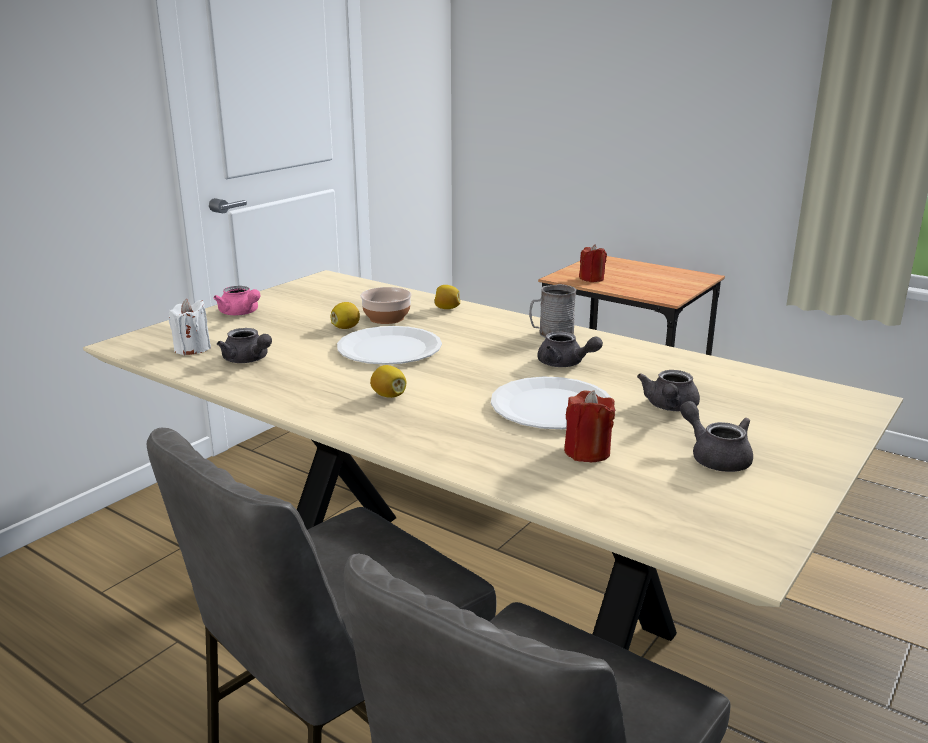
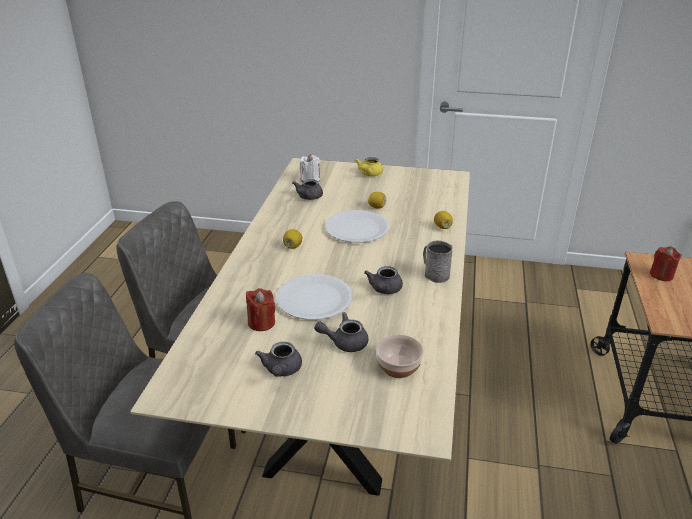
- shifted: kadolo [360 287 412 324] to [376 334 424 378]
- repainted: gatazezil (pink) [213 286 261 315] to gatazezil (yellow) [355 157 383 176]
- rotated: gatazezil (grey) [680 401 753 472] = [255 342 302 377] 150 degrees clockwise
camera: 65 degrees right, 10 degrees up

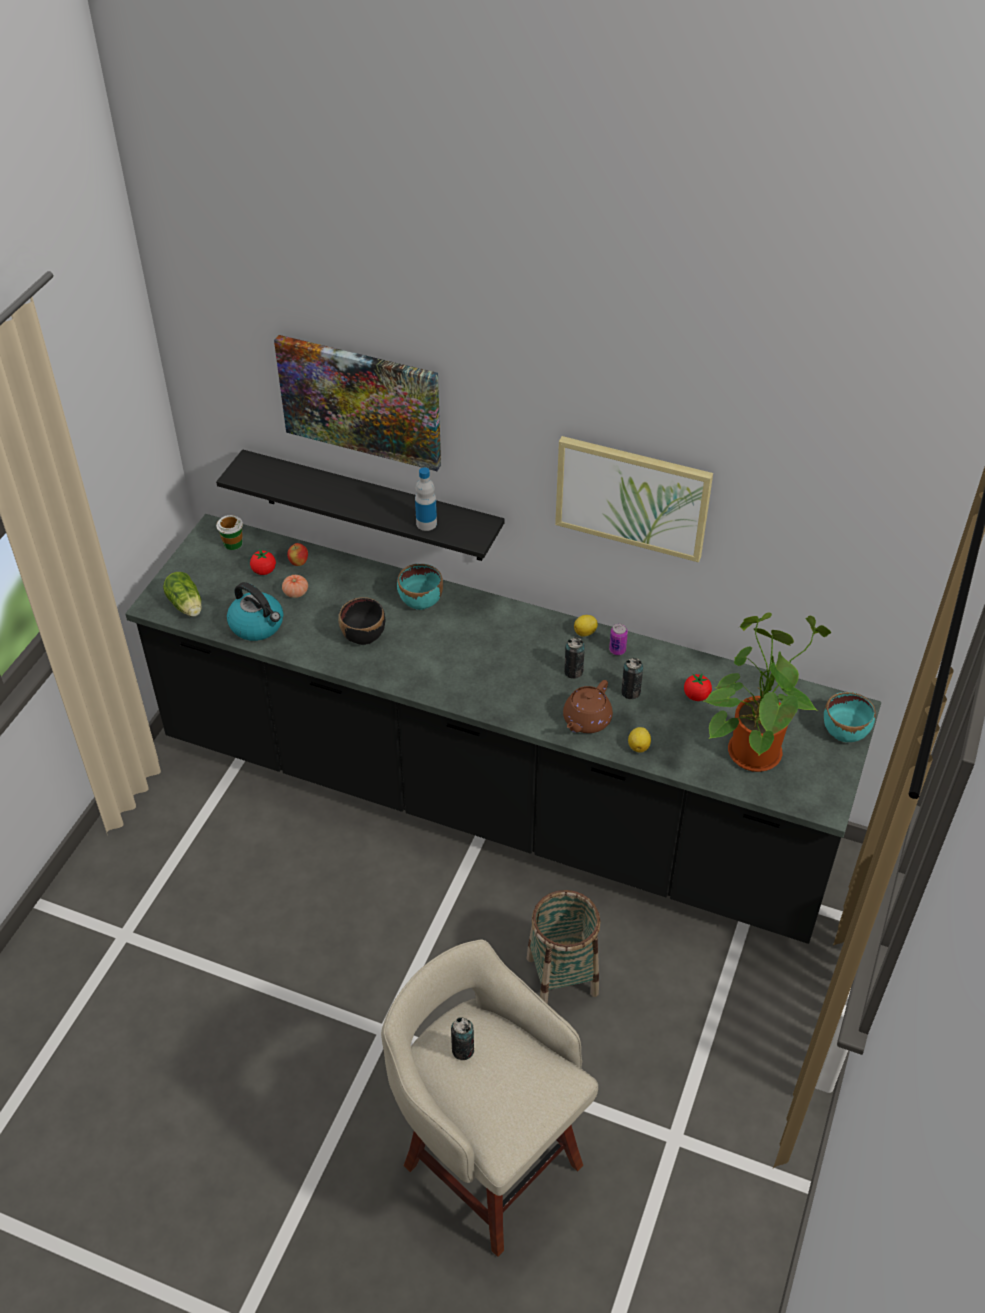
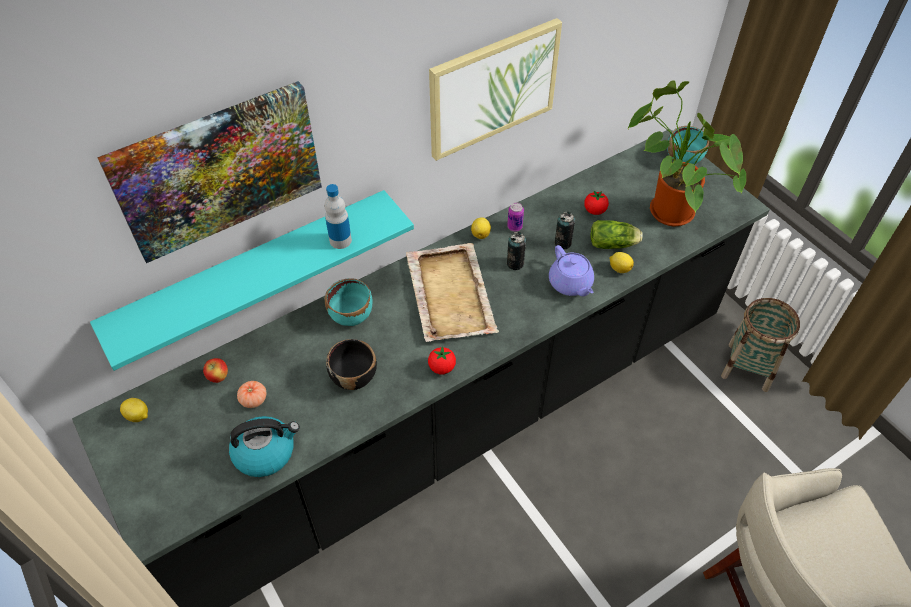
- gone: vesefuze [451 1017 474 1060]
- new: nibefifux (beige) [406 243 499 342]
- shifted: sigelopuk [163 572 201 617] to [591 220 643 249]
- shifted: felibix [250 549 276 575] to [428 346 456 374]
- shifted: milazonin [527 890 601 1004] to [721 298 800 392]
- swapped: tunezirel [216 515 243 550] to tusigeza [120 398 148 422]
- repainted: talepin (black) [216 449 505 561] to talepin (turquoise) [90 190 414 371]
- repainted: gatazezil (brown) [563 680 613 733] to gatazezil (purple) [549 245 594 296]
camera: 55 degrees left, 5 degrees up

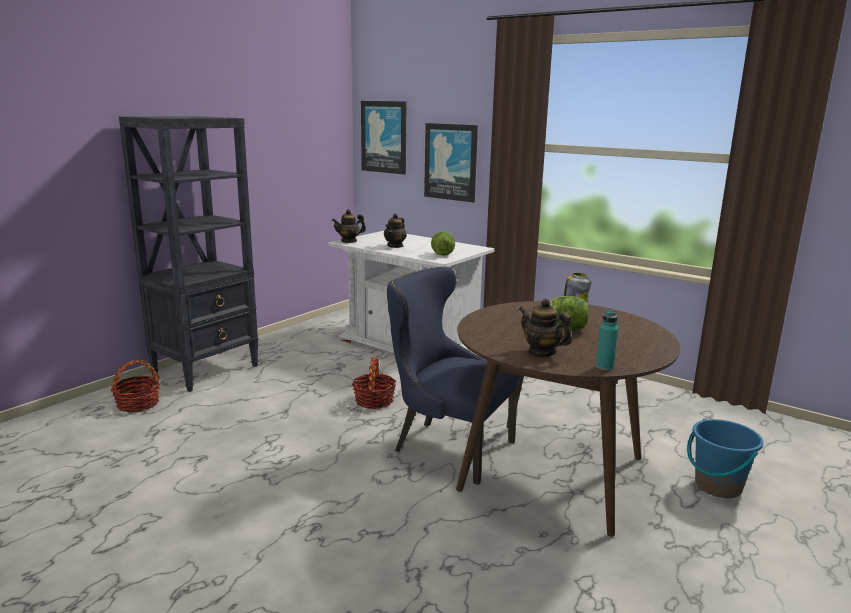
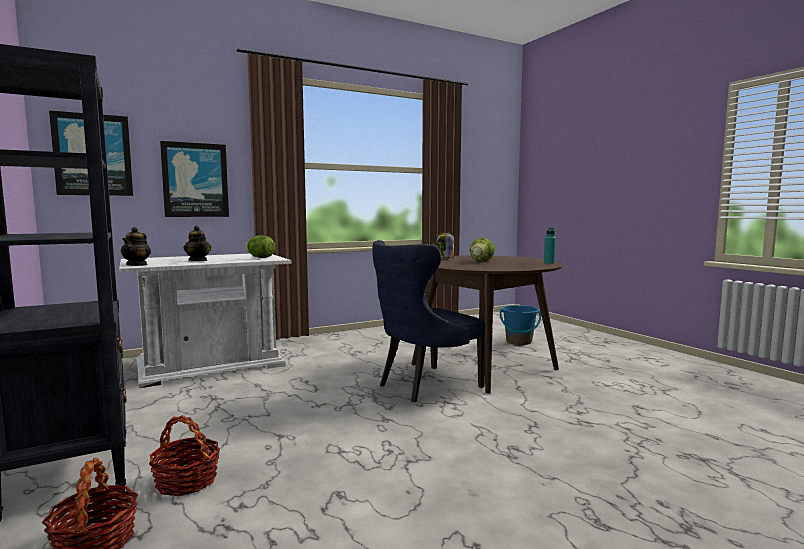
- gone: gatazezil [519 299 572 357]
- shifted: milazonin [352 357 396 409] to [149 415 220 496]
camera: 65 degrees left, 10 degrees down

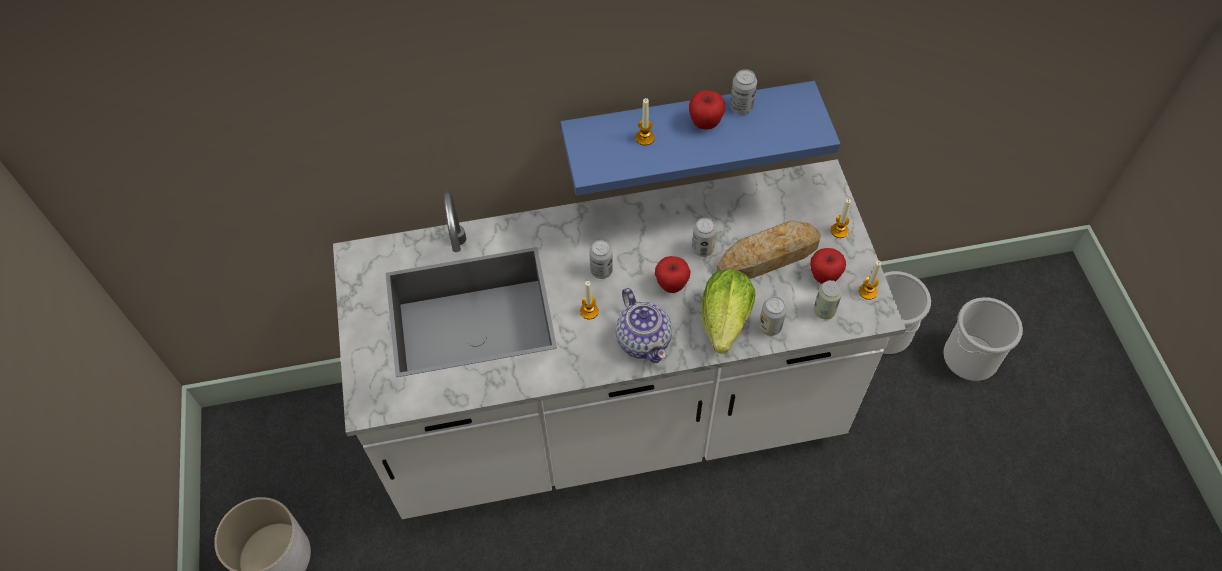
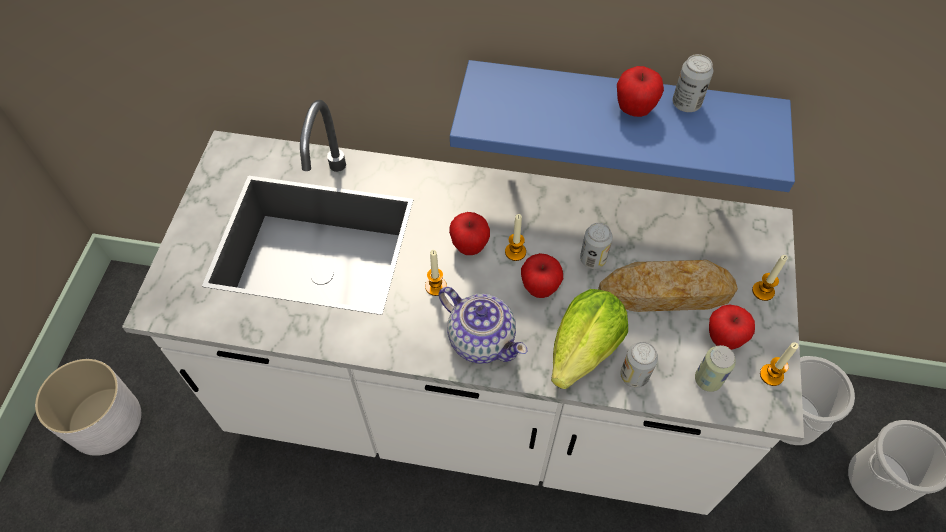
- shifted: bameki [635 98 655 146] to [505 214 526 261]
- swapped: vesefuze [589 240 613 279] to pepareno [449 212 490 255]
- rotated: gatazezil [615 288 672 363] = [438 287 527 364] 45 degrees counterclockwise
camera: 20 degrees right, 0 degrees up

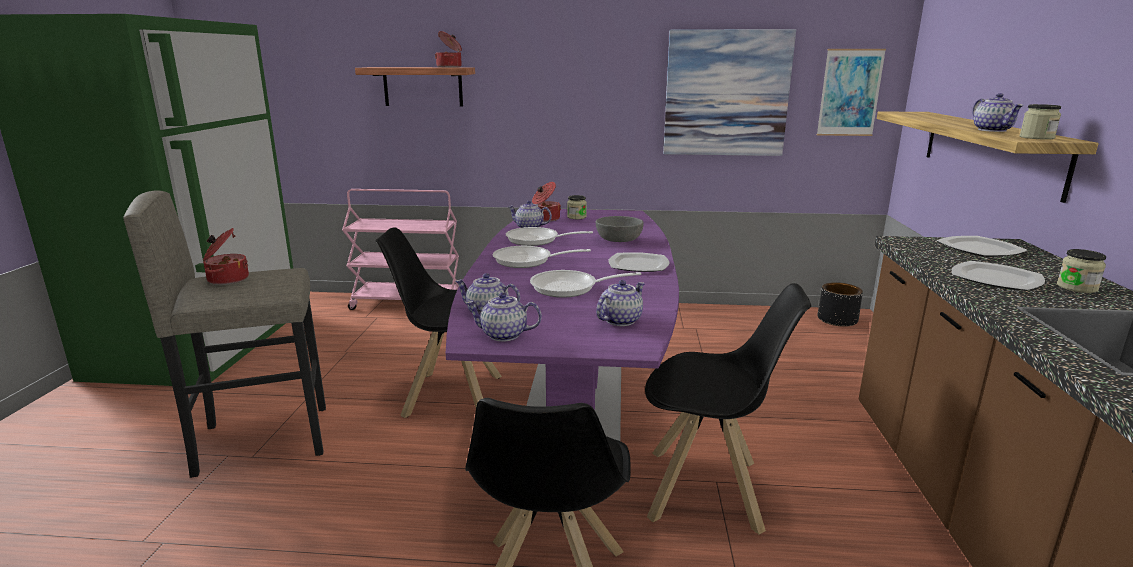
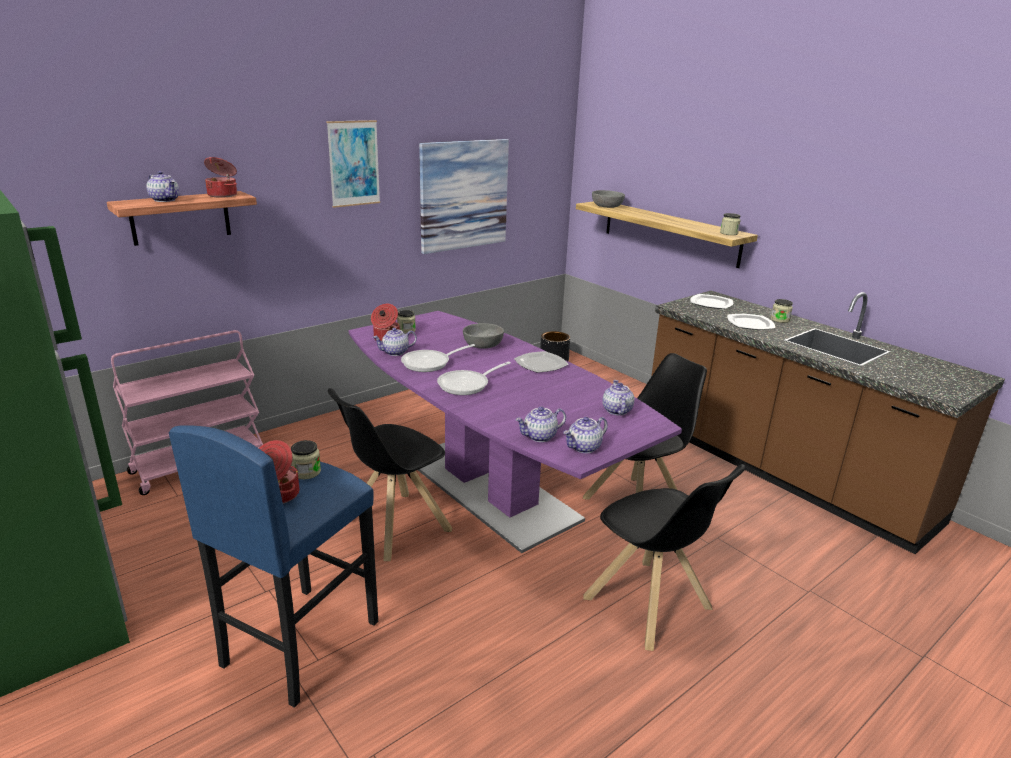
- gone: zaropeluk [530 270 641 298]
- new: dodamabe [291 440 321 479]
- new: kadolo (grey) [592 190 625 208]
- shifted: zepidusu [817 49 886 136] to [326 120 380 208]
- shifted: gatazezil [972 93 1024 132] to [146 171 179 202]
- repainted: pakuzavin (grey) [123 190 326 478] to pakuzavin (blue) [169 425 378 708]
camera: 45 degrees left, 5 degrees up

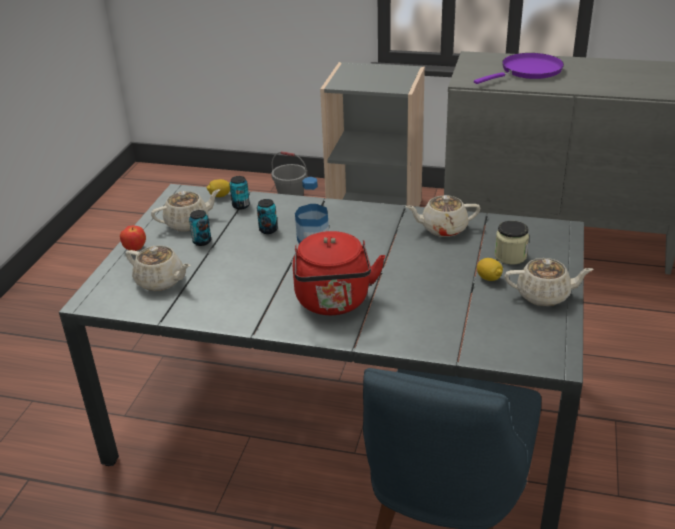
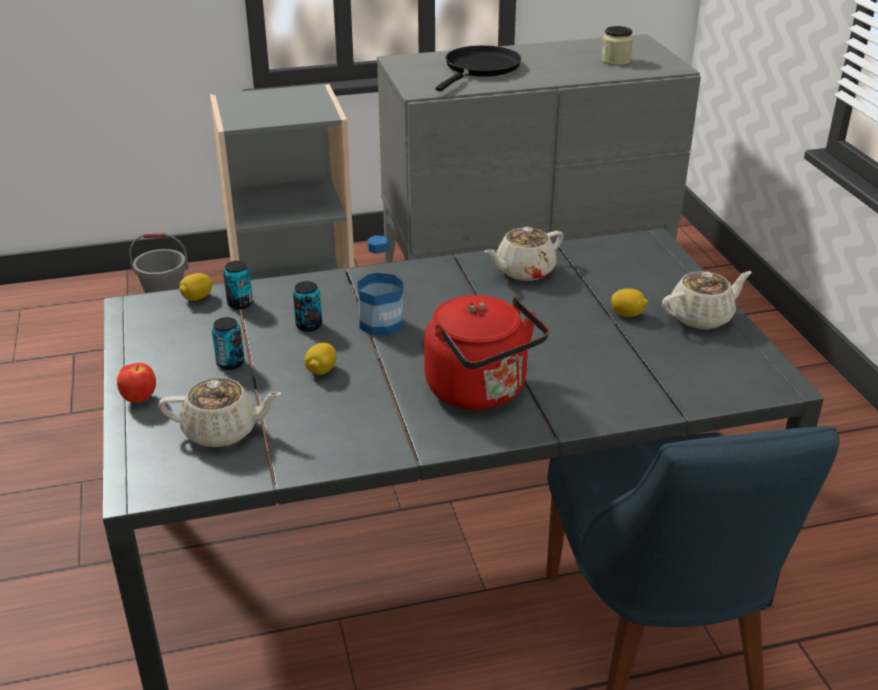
- gone: gatazezil (beige) [151 189 220 231]
- new: tusigeza [304 343 337 375]
- shifted: dodamabe [495 221 529 265] to [601 26 633 65]
- repainted: zaropeluk (purple) [474 53 564 84] to zaropeluk (black) [435 45 521 91]
camera: 30 degrees left, 0 degrees up

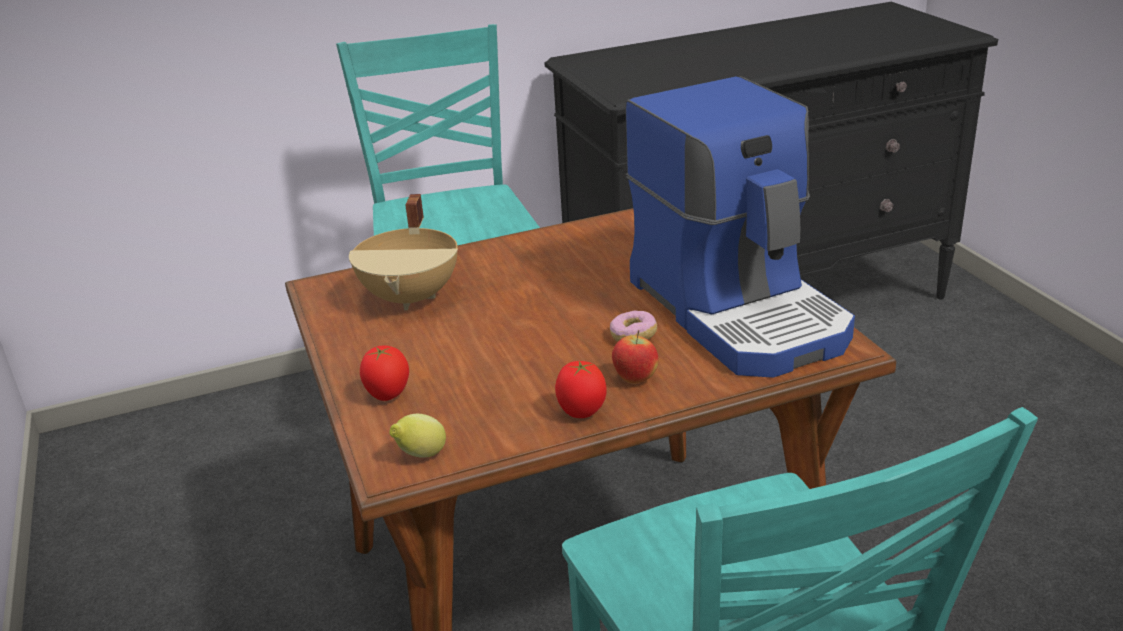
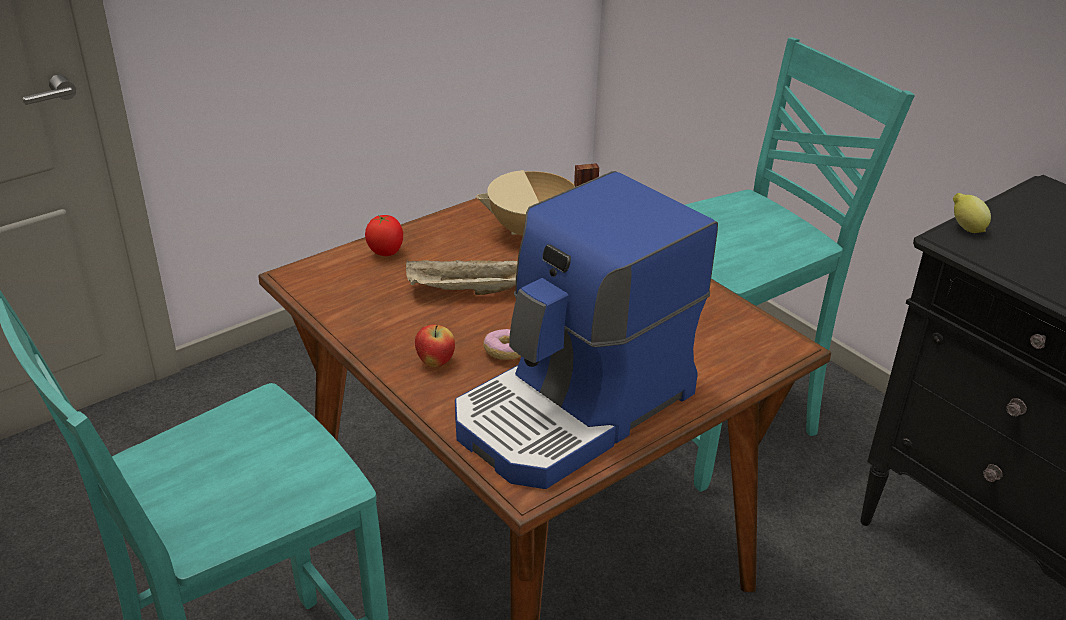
- gone: felibix [555 361 606 418]
- new: nibefifux (beige) [406 260 518 295]
- shifted: tusigeza [389 414 446 458] to [953 193 991 233]
camera: 70 degrees right, 5 degrees up

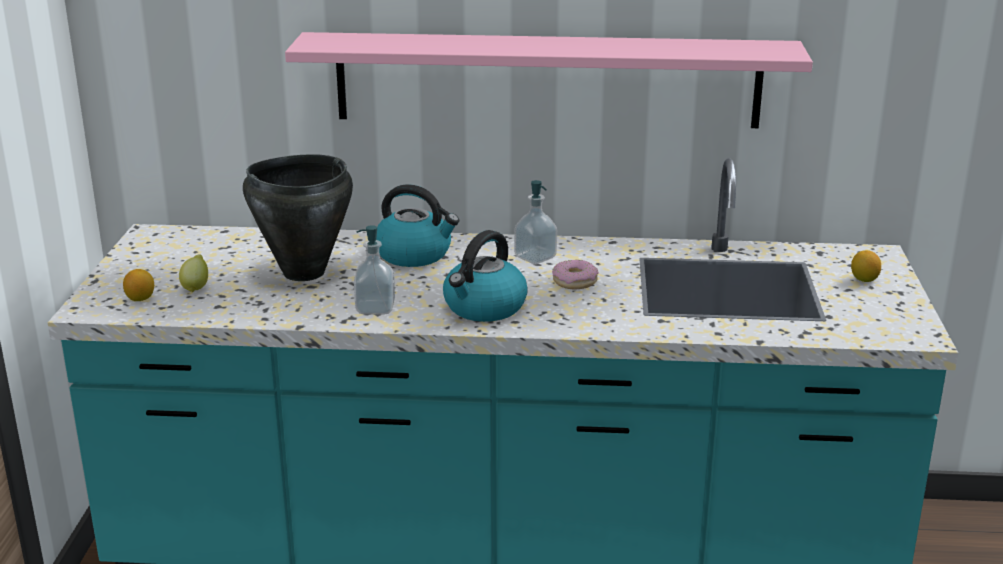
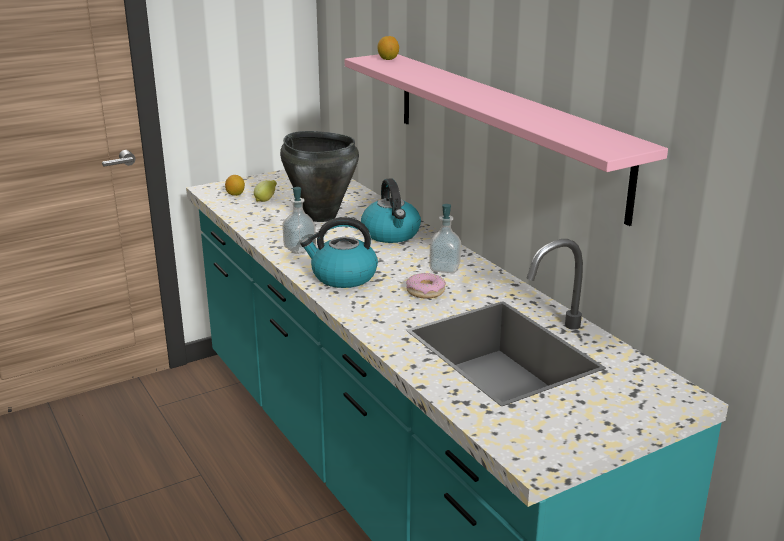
- shifted: tusigeza [851 250 881 282] to [377 36 399 60]
camera: 55 degrees right, 0 degrees up

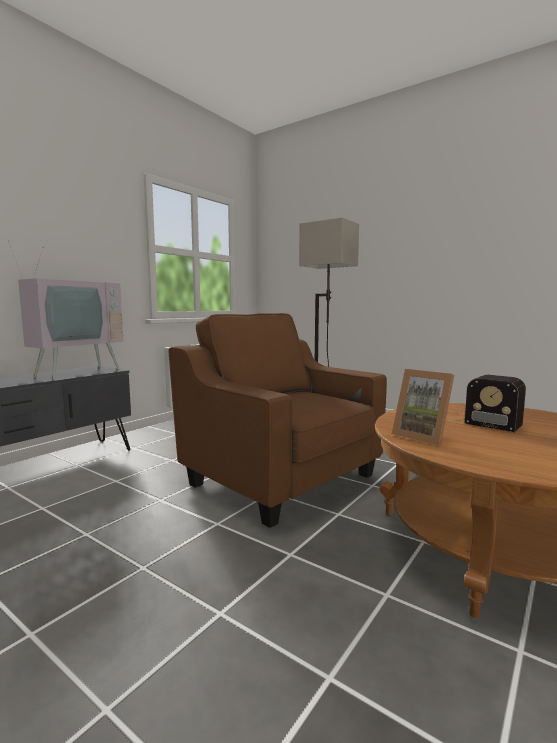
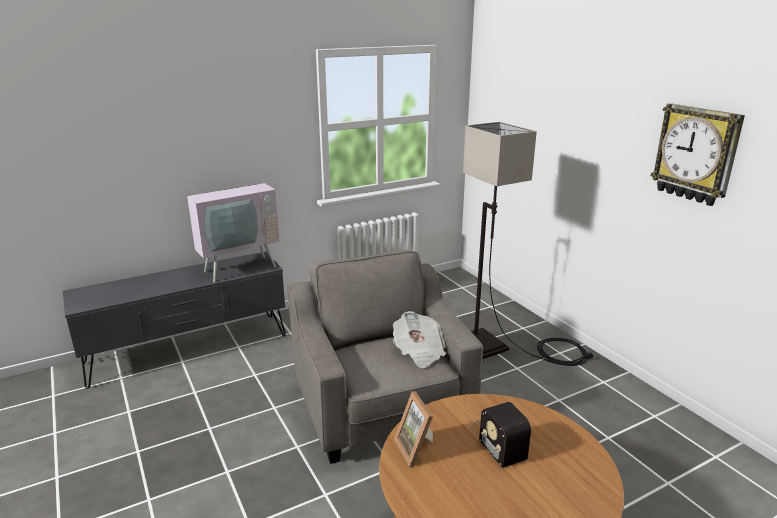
- new: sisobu [393 311 446 368]
- new: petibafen [651 103 745 206]
- repainted: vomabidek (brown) [168 313 387 528] to vomabidek (grey) [287 250 483 464]
camera: 25 degrees right, 15 degrees up

